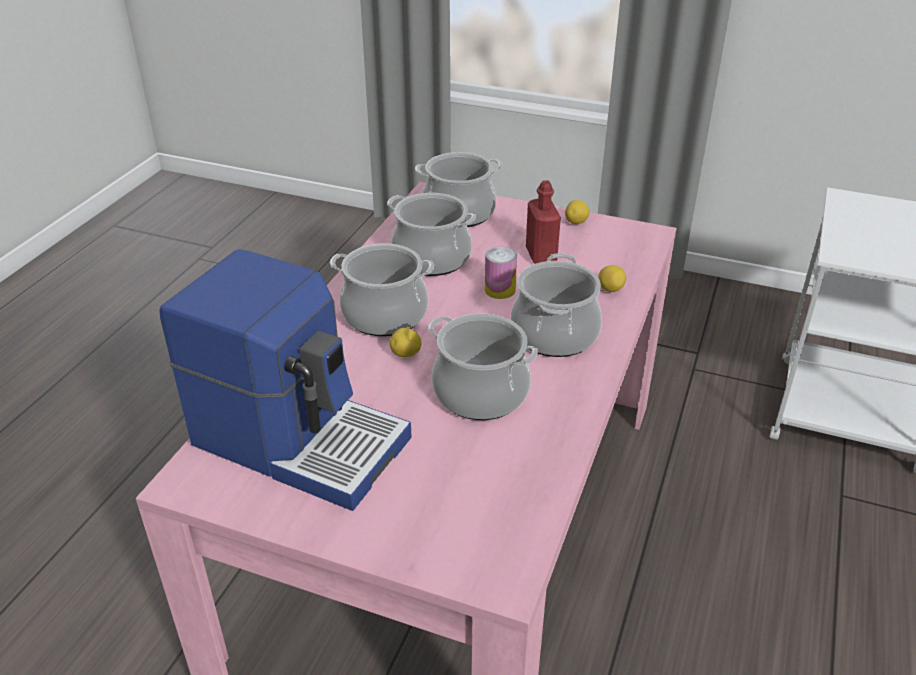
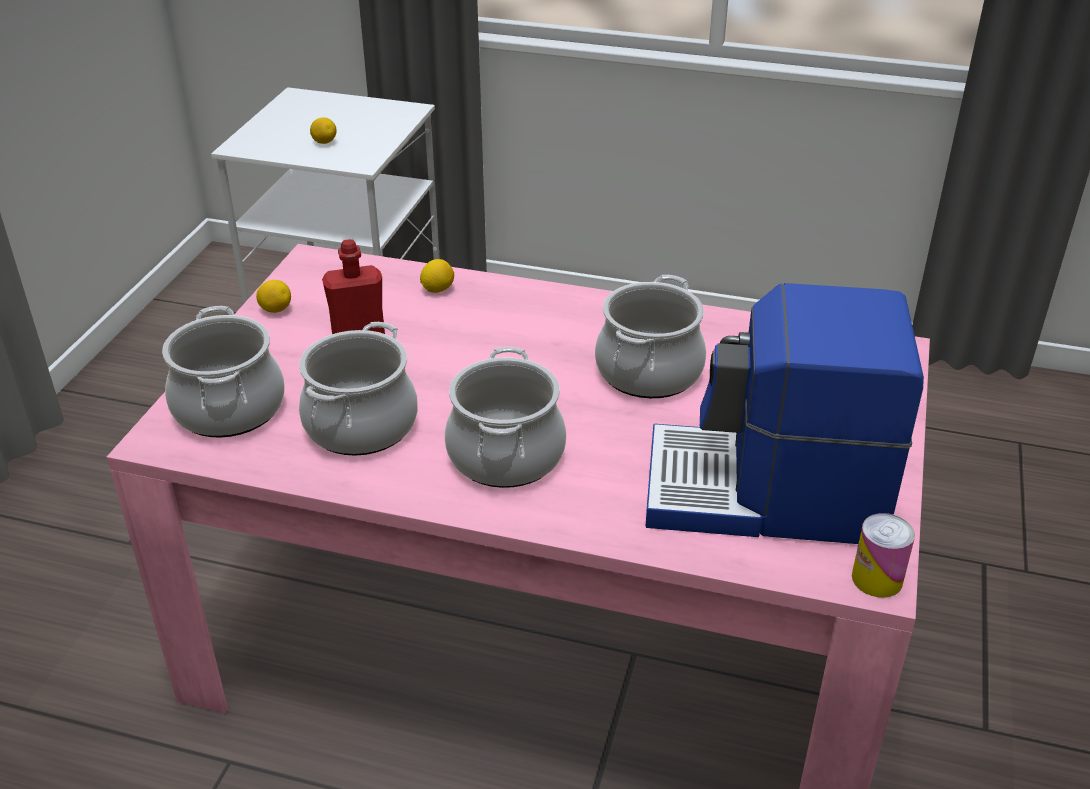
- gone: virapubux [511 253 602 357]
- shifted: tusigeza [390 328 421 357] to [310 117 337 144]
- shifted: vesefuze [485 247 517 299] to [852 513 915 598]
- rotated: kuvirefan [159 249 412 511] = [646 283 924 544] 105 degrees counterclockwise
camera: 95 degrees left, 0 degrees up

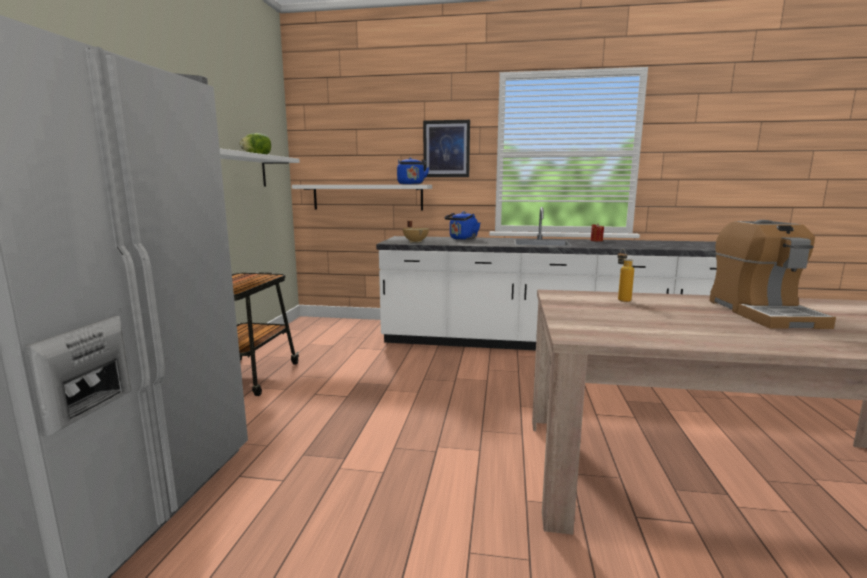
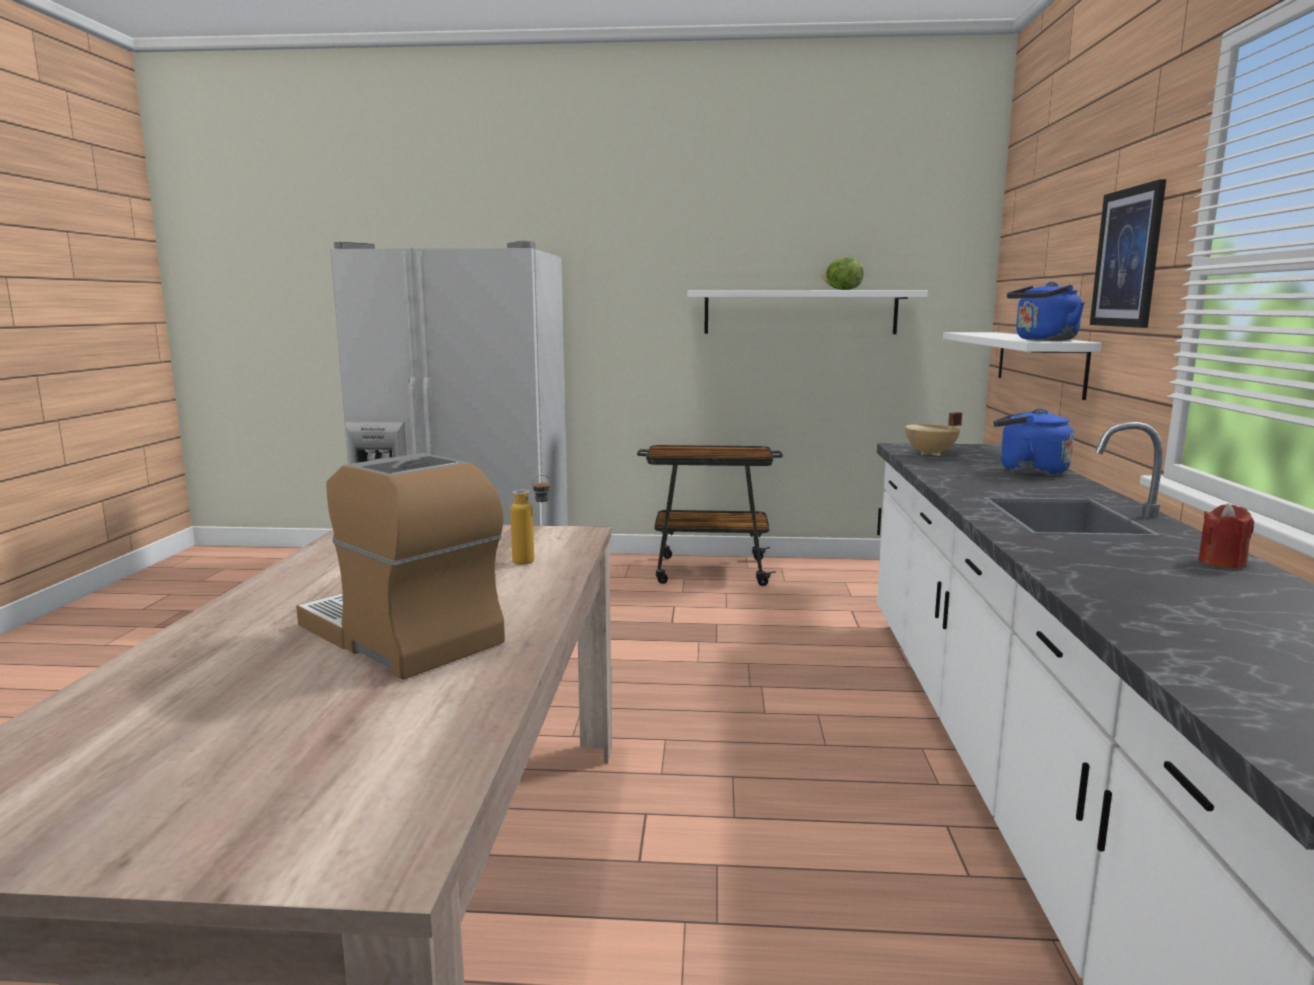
- rotated: kuvirefan [709 220 836 329] = [296 453 505 680] 45 degrees clockwise
camera: 85 degrees right, 0 degrees up

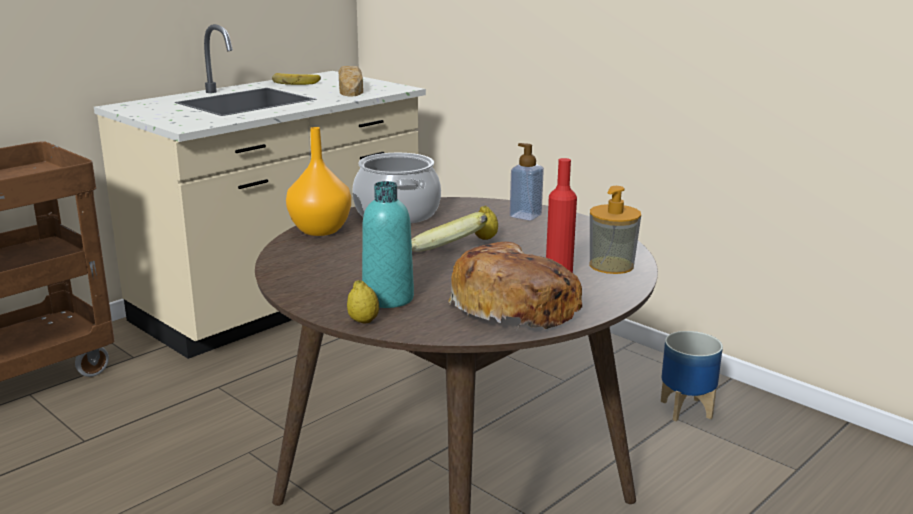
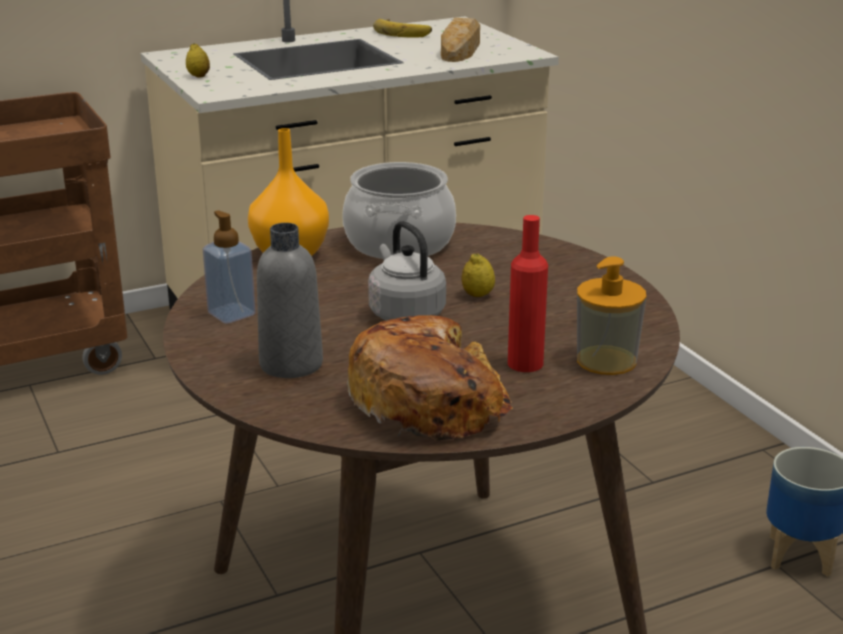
- shifted: tusigeza [347 280 379 323] to [186 43 210 77]
- shifted: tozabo [510 143 544 220] to [203 210 256 324]
- swapped: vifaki [411 212 488 252] to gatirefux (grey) [368 221 446 321]
- repainted: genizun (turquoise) [362 181 414 308] to genizun (grey) [257 223 323 378]
camera: 20 degrees right, 5 degrees up

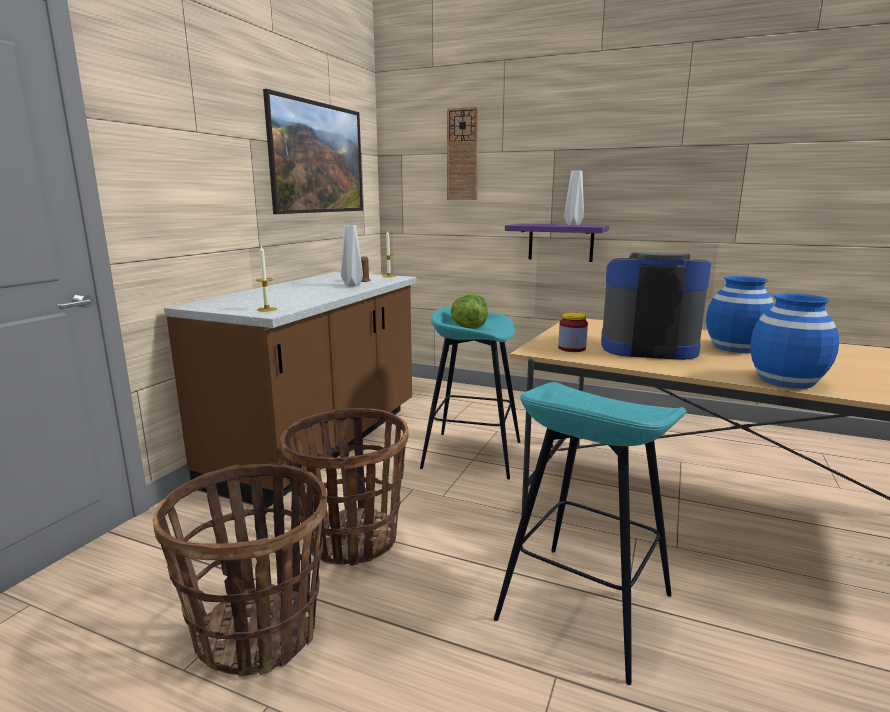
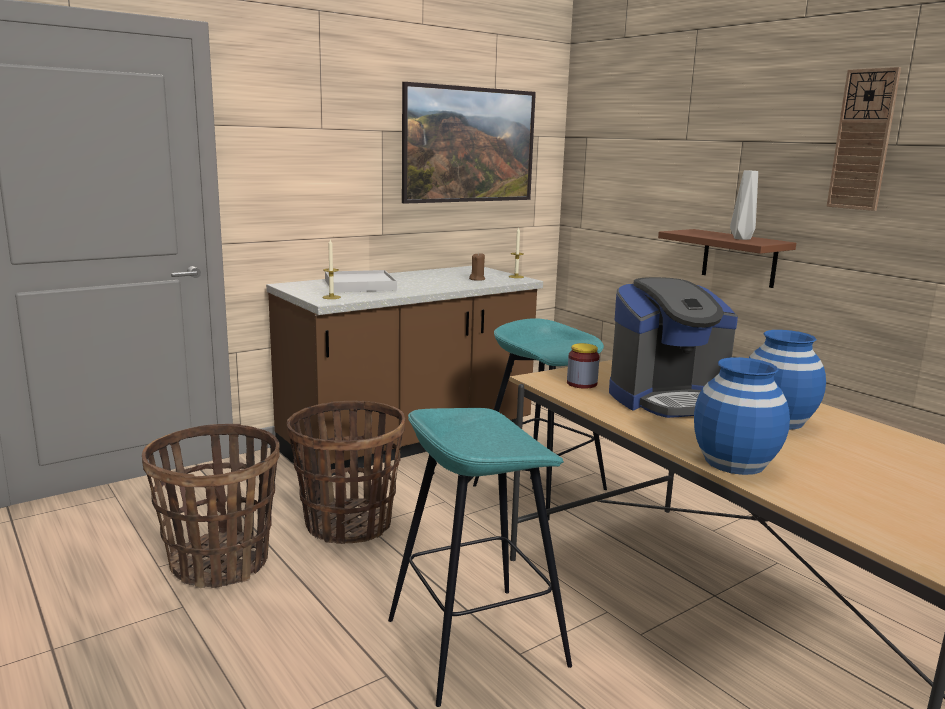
- gone: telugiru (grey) [341 225 363 287]
- gone: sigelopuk [451 294 488 329]
- new: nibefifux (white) [325 270 397 292]
- shifted: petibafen [447 107 479 200] to [827 67 901 211]
- repainted: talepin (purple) [505 223 609 262] to talepin (brown) [658 229 796 288]
- rotated: kuvirefan [601 252 711 360] = [609 277 738 418] 120 degrees clockwise
camera: 30 degrees right, 0 degrees up

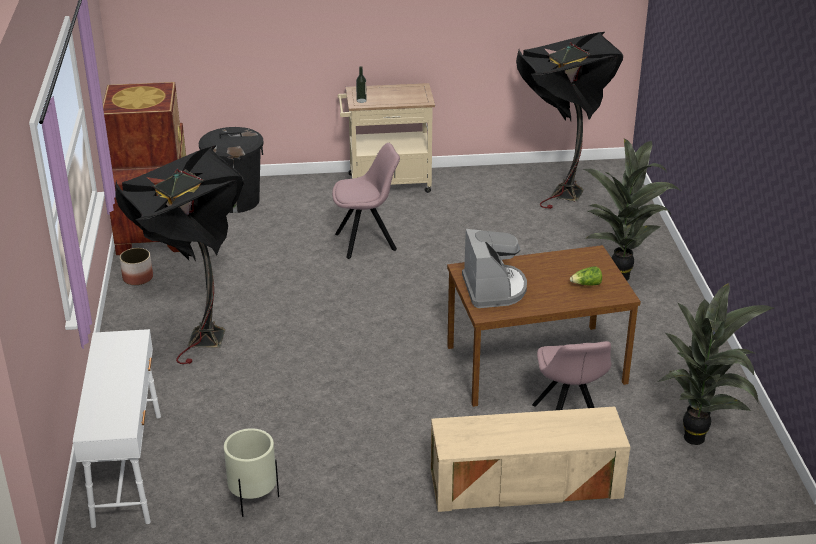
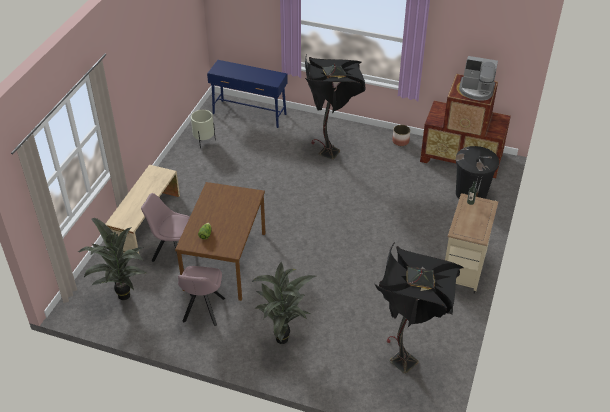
- shifted: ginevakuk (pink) [332 143 400 259] to [178 266 225 326]
- shifted: kuvirefan [462 229 527 308] to [459 56 498 101]
- repainted: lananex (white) [73 329 161 528] to lananex (blue) [207 60 288 128]
camera: 115 degrees right, 10 degrees up

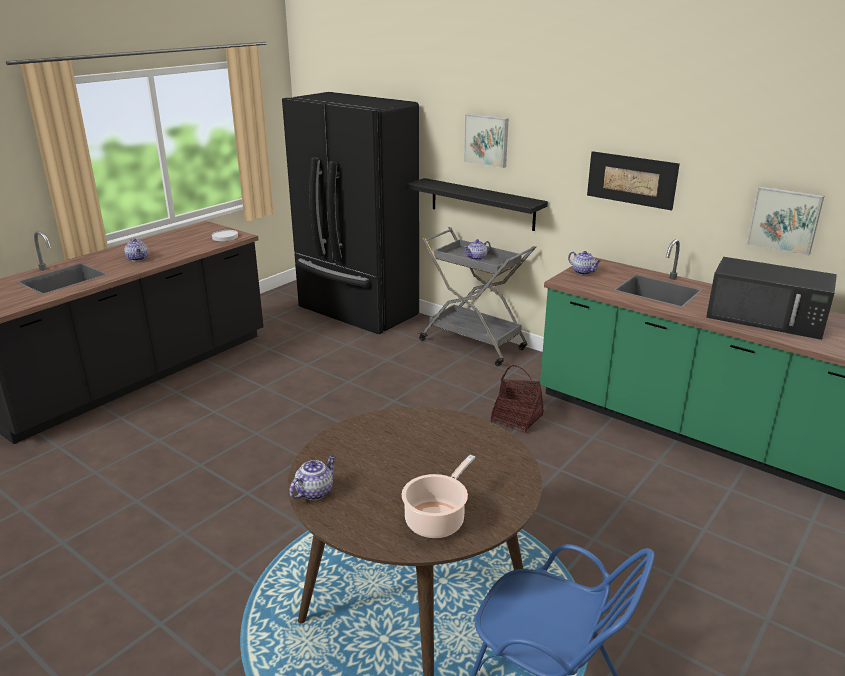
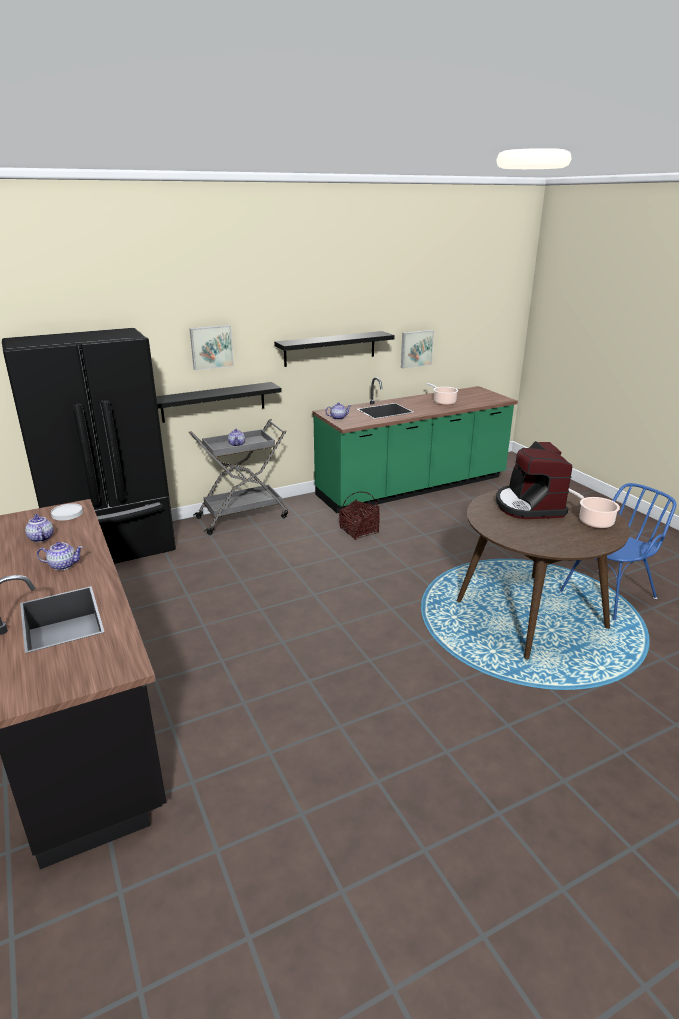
- new: kuvirefan [496 441 572 519]
- shifted: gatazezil [289 455 336 500] to [25 514 53 542]
- swapped: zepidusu [587 151 680 210] to talepin (black) [274 331 395 367]
- swapped: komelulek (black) [706 257 837 340] to virapubux [426 383 458 405]
camera: 65 degrees left, 0 degrees up

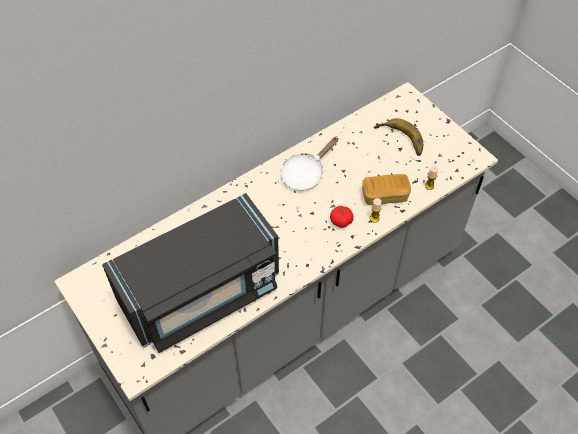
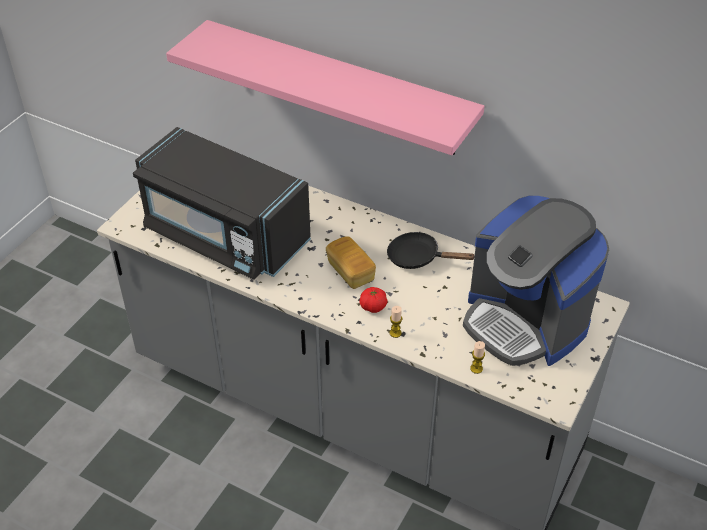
- new: talepin (pink) [166 20 485 155]
- shifted: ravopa [362 174 411 205] to [326 236 376 289]
- swapped: vifaki [373 118 423 156] to kuvirefan [463 196 609 366]
- repainted: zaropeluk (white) [280 137 339 191] to zaropeluk (black) [387 232 475 269]
camera: 65 degrees right, 10 degrees down

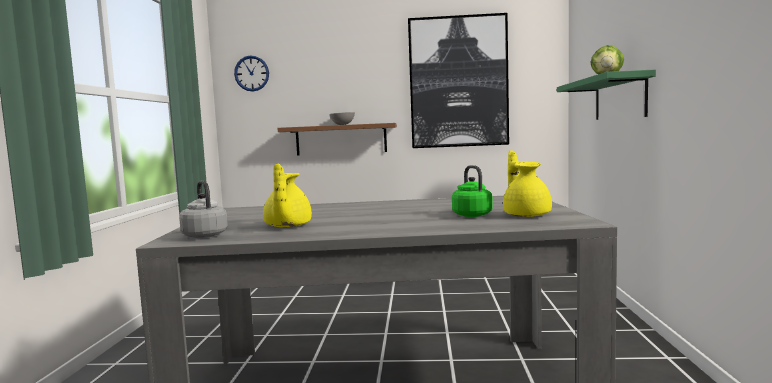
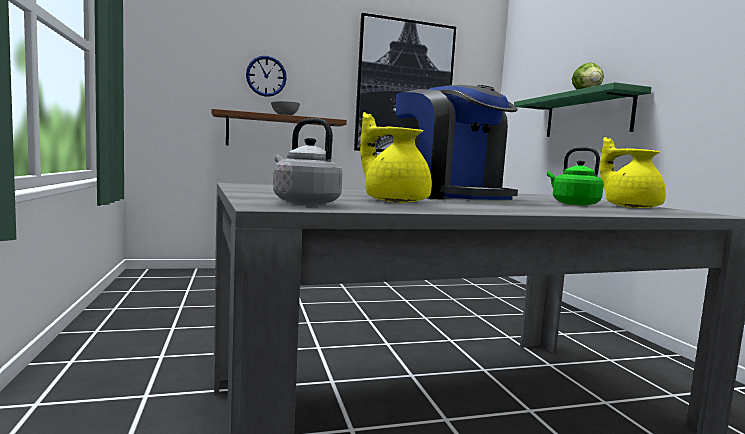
- new: kuvirefan [396 85 518 200]
- shifted: petibafen [234 55 269 91] to [246 56 287 97]
- rotated: gatazezil (yellow) [263 163 312 227] = [360 112 432 203] 150 degrees clockwise
camera: 20 degrees left, 0 degrees up

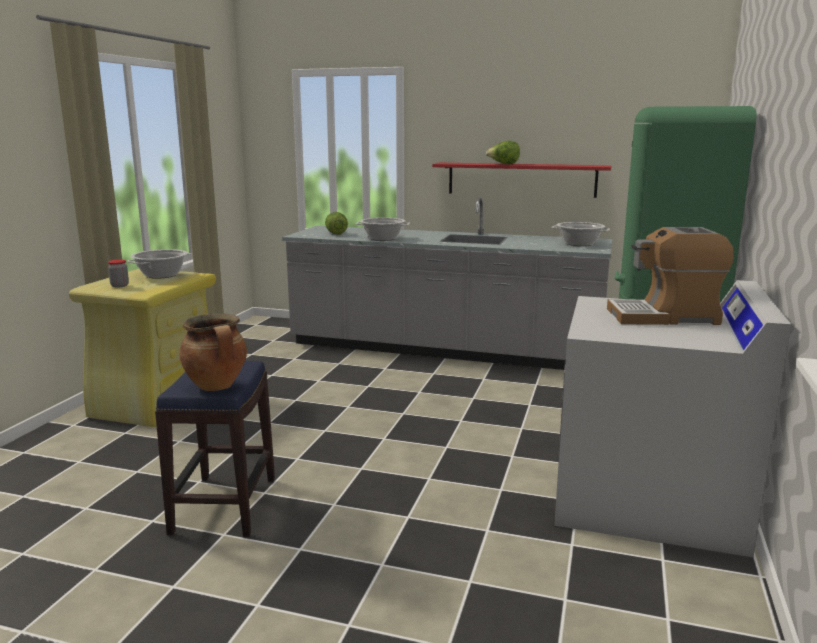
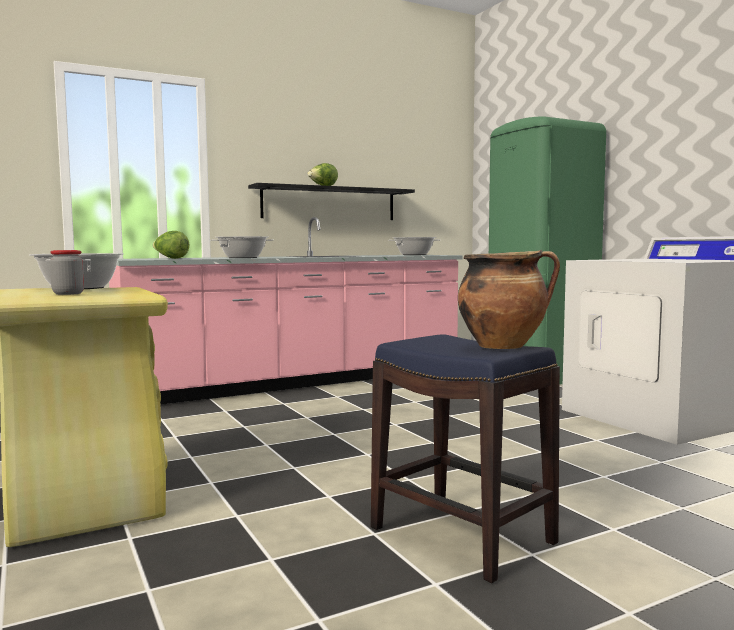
- gone: kuvirefan [607 227 734 325]
- repainted: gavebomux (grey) [282 198 612 370] to gavebomux (pink) [109 217 462 405]
- repainted: talepin (red) [432 163 611 198] to talepin (black) [248 183 415 220]
camera: 45 degrees left, 10 degrees down

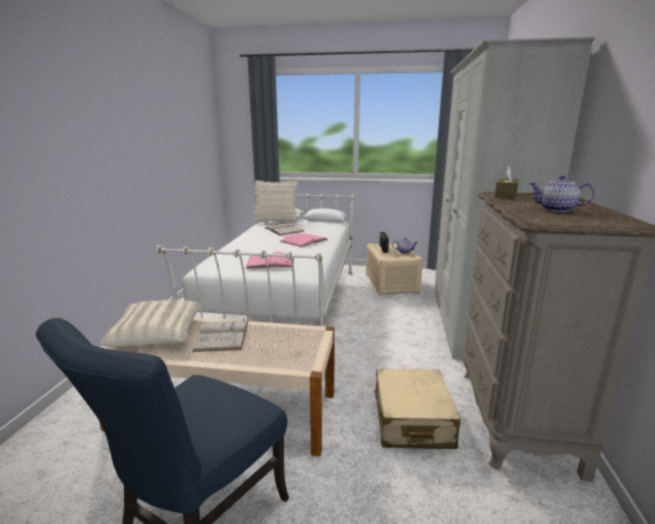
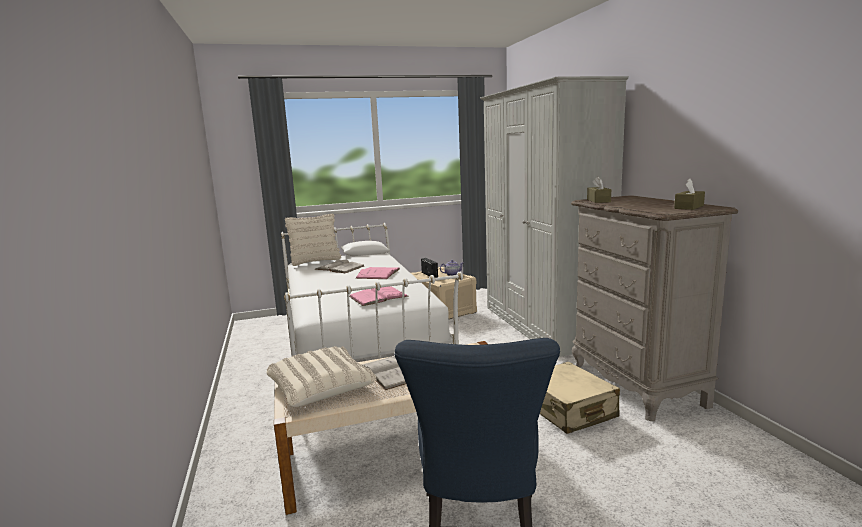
- gone: gatazezil [529 175 595 212]
- new: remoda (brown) [674 179 705 210]
camera: 25 degrees left, 5 degrees down

